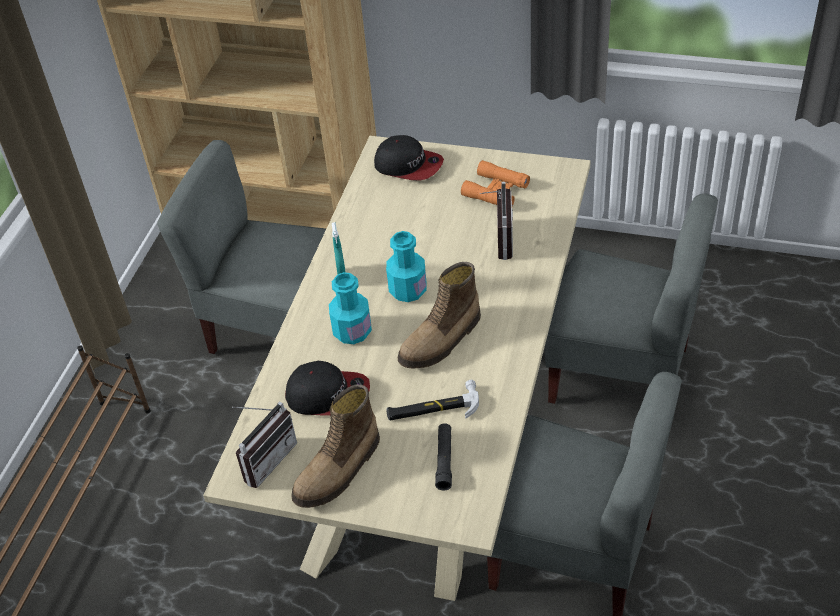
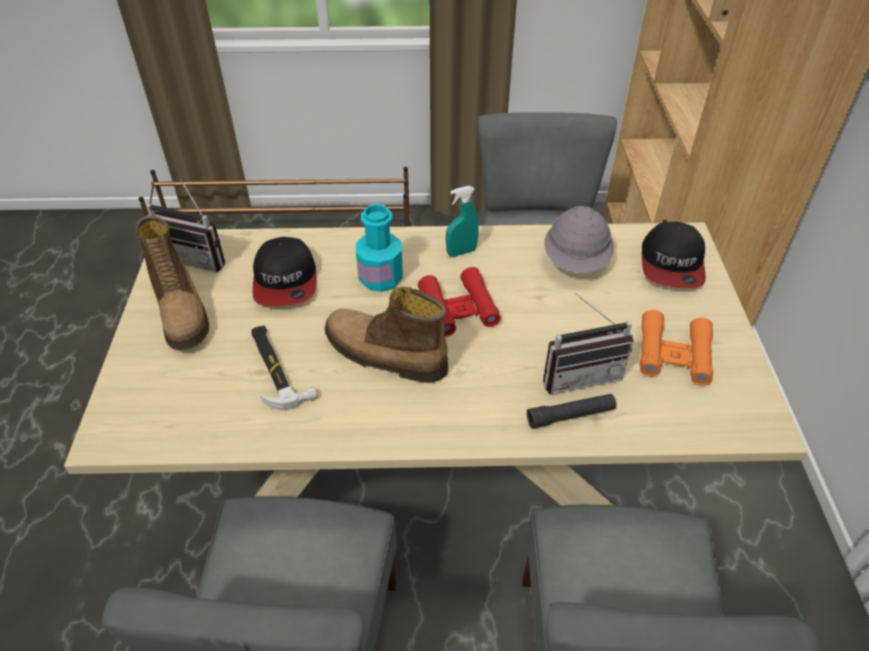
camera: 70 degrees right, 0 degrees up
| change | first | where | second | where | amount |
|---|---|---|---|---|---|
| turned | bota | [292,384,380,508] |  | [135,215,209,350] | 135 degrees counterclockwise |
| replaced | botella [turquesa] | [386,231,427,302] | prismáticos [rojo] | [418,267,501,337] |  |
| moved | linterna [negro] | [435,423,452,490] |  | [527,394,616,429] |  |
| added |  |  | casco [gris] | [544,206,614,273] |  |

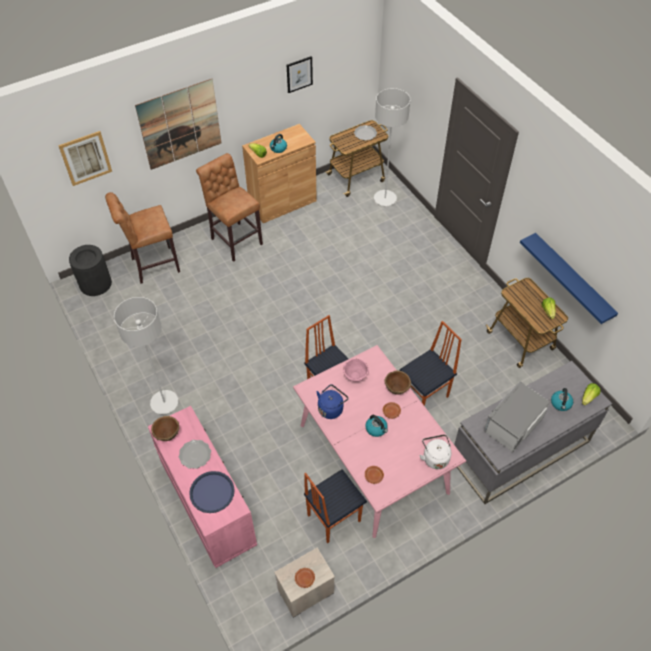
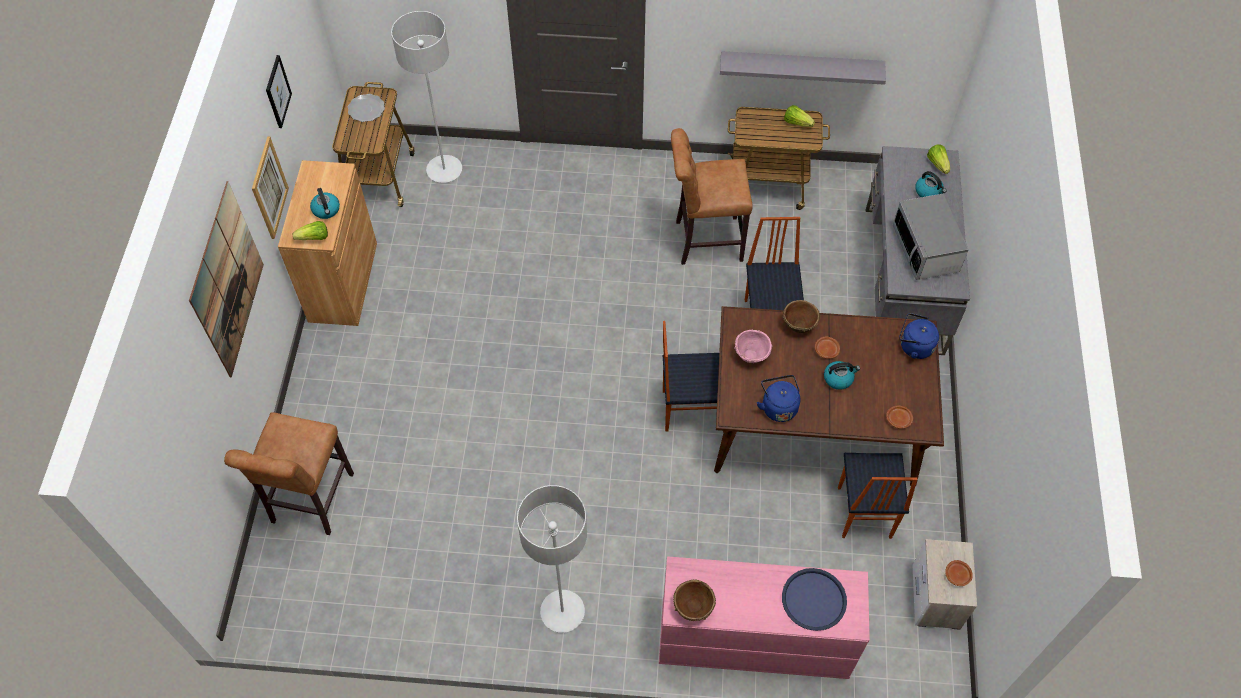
camera: 55 degrees left, 5 degrees up
| change | first | where | second | where | amount |
|---|---|---|---|---|---|
| moved | cuadro | [58,131,112,186] |  | [252,136,289,239] |  |
| removed | papelera [negro] | [69,245,112,296] |  |  |  |
| removed | plato | [179,440,211,469] |  |  |  |
| moved | taburete [marrón] | [196,153,263,262] |  | [671,128,753,265] |  |
| recoloured | mesa de comedor [rosa] | [293,345,466,538] | mesa de comedor [marrón] | [714,306,944,487] |  |
| recoloured | hervidor [blanco] | [419,434,451,469] | hervidor [azul] | [899,313,939,359] |  |
| recoloured | estante [azul] | [520,233,618,324] | estante [gris] | [720,51,886,85] |  |

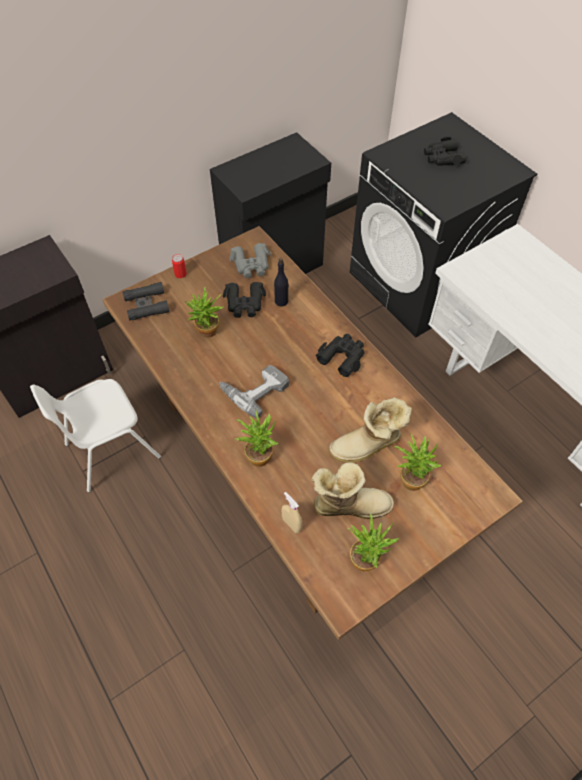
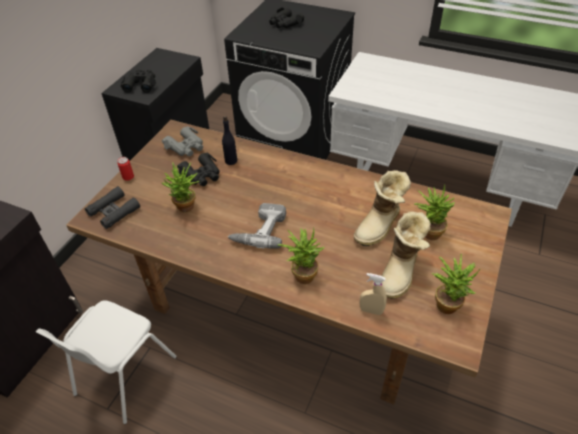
camera: 30 degrees left, 10 degrees down
| change | first | where | second | where | amount |
|---|---|---|---|---|---|
| turned | bota | [311,462,394,519] |  | [381,212,431,299] | 150 degrees clockwise |
| moved | prismáticos [negro] | [316,334,364,377] |  | [121,69,156,93] |  |

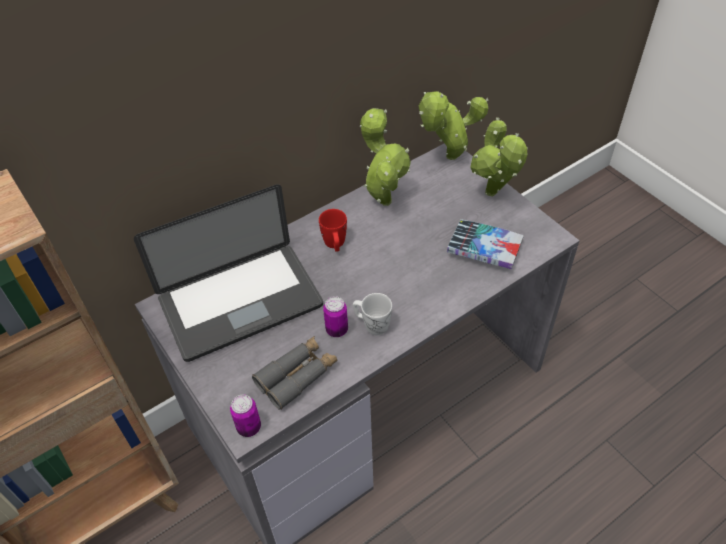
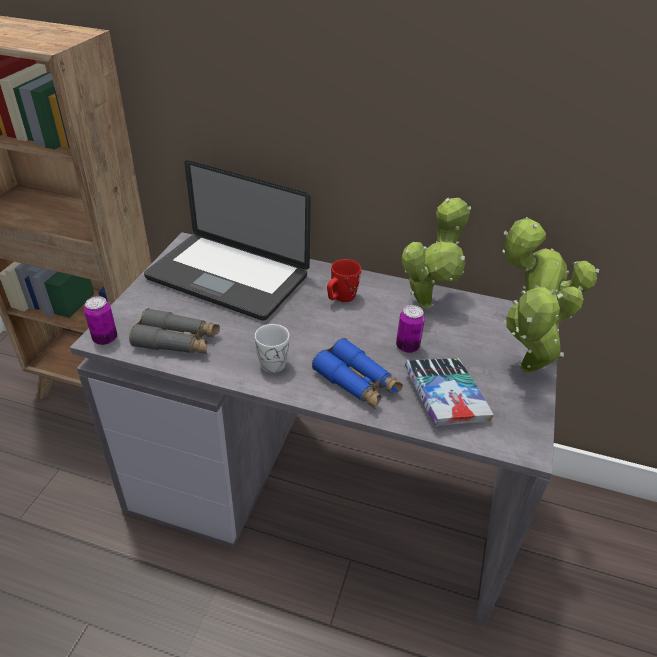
camera: 50 degrees right, 10 degrees down
| change | first | where | second | where | amount |
|---|---|---|---|---|---|
| moved | lata | [323,296,348,337] |  | [396,305,425,353] |  |
| added |  |  | prismáticos [azul] | [312,338,403,409] |  |

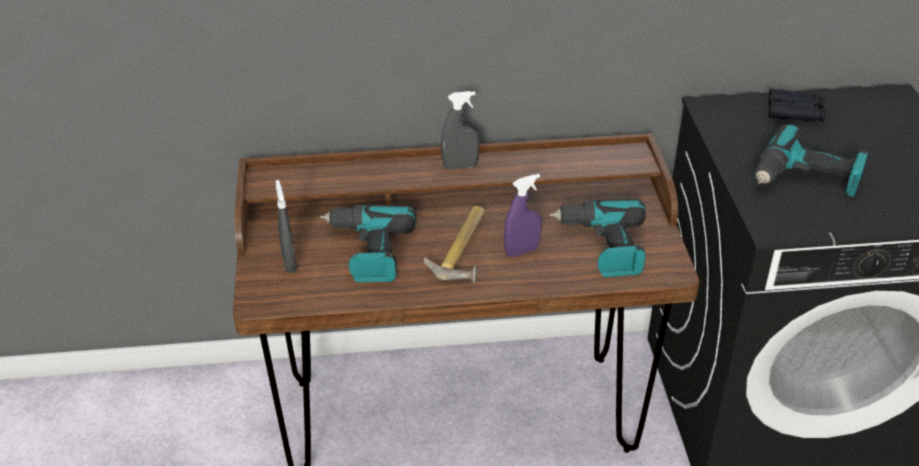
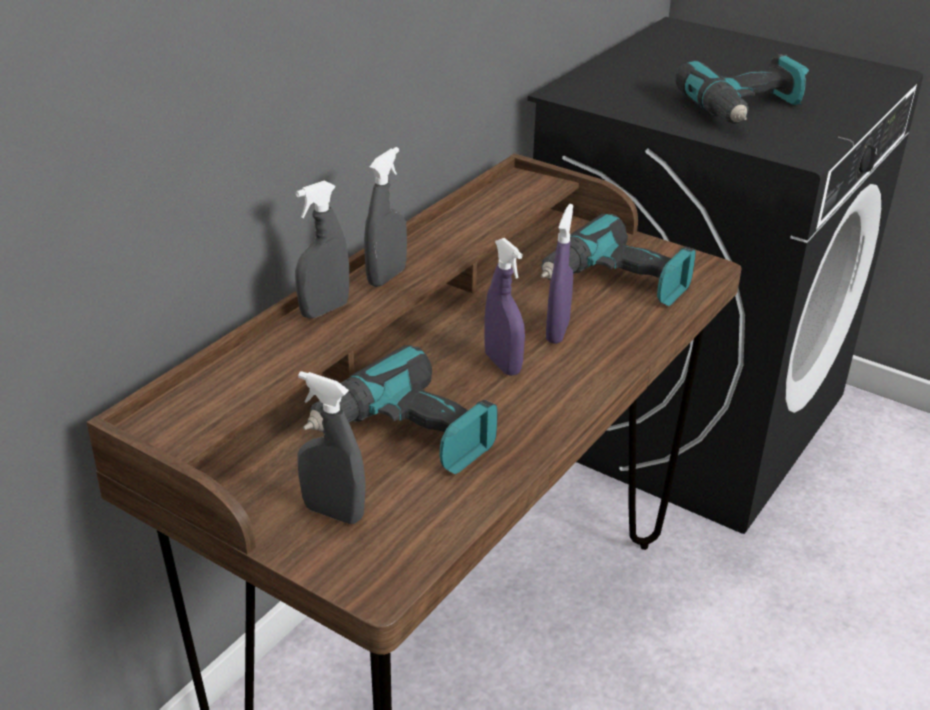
camera: 50 degrees left, 5 degrees down
| change | first | where | second | where | amount |
|---|---|---|---|---|---|
| replaced | martillo | [424,206,485,284] | pulverizador [morado] | [484,238,525,376] |  |
| removed | prismáticos [negro] | [768,88,826,122] |  |  |  |
| added |  |  | pulverizador [gris] | [295,181,349,318] |  |

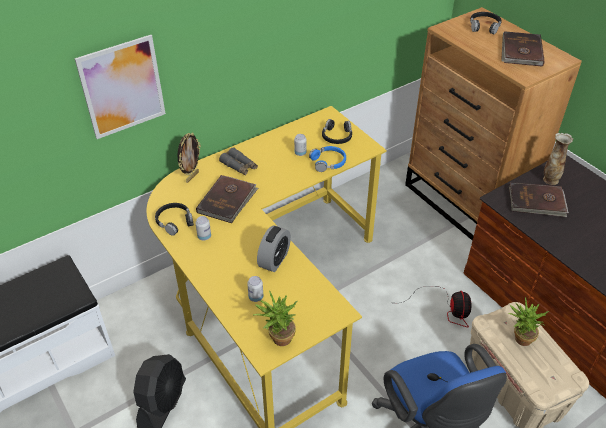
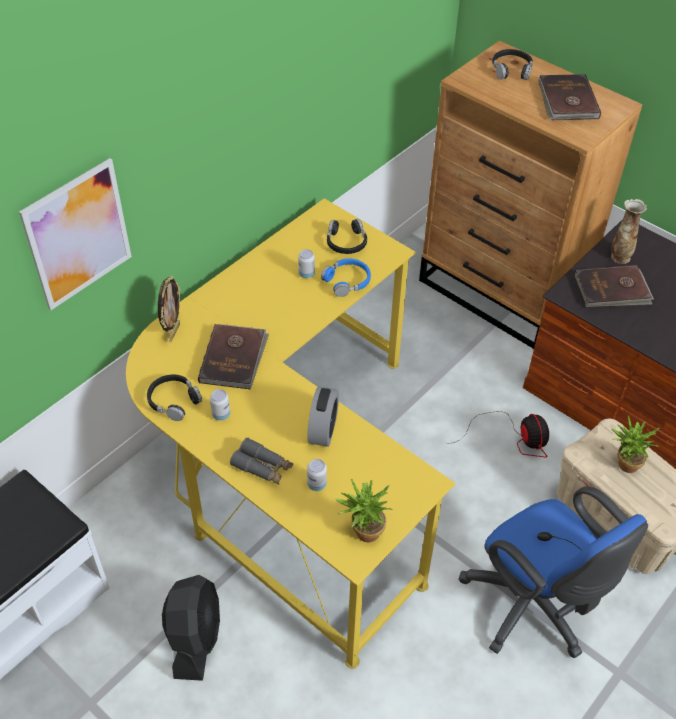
camera: 15 degrees left, 5 degrees up
| change | first | where | second | where | amount |
|---|---|---|---|---|---|
| moved | prismáticos [gris] | [219,147,258,176] |  | [230,438,293,485] |  |

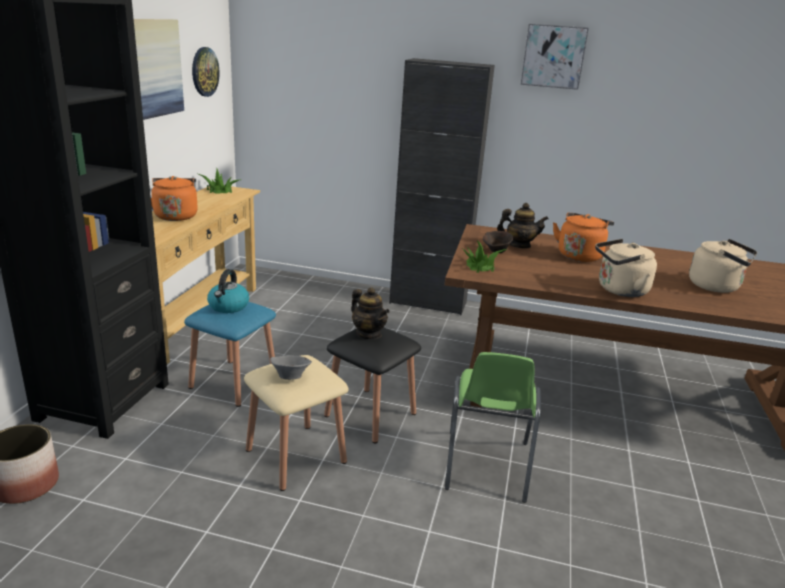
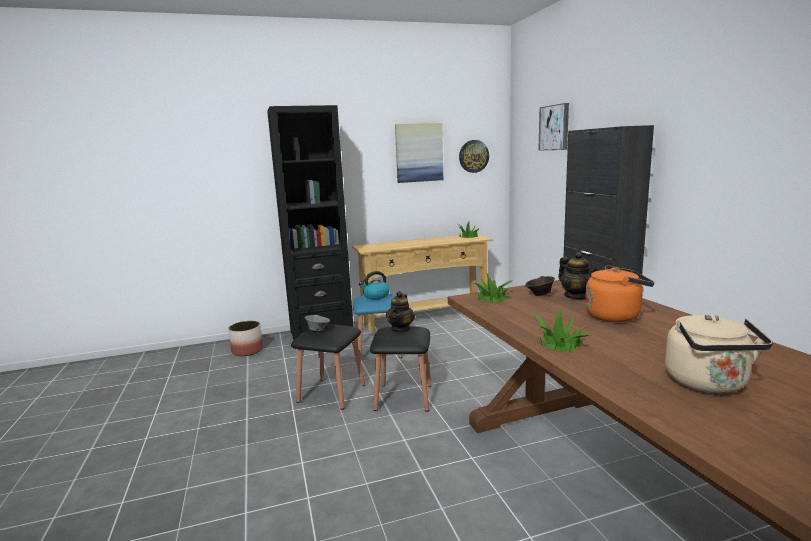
camera: 60 degrees right, 10 degrees down
| change | first | where | second | where | amount |
|---|---|---|---|---|---|
| removed | hervidor [naranja] | [151,176,198,221] |  |  |  |
| recoloured | taburete [beis] | [244,355,348,491] | taburete [negro] | [291,324,365,410] |  |
| removed | silla [verde] | [445,352,541,503] |  |  |  |
| moved | cuadro | [521,24,589,90] |  | [538,103,569,151] |  |
| replaced | hervidor [beis] | [595,239,657,297] | planta en maceta | [529,309,592,353] |  |

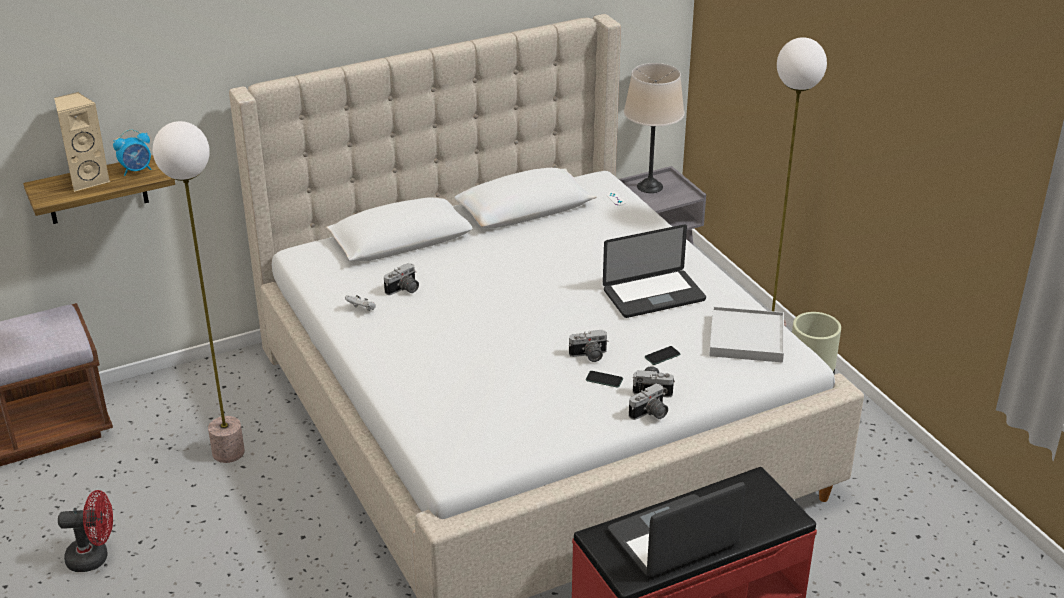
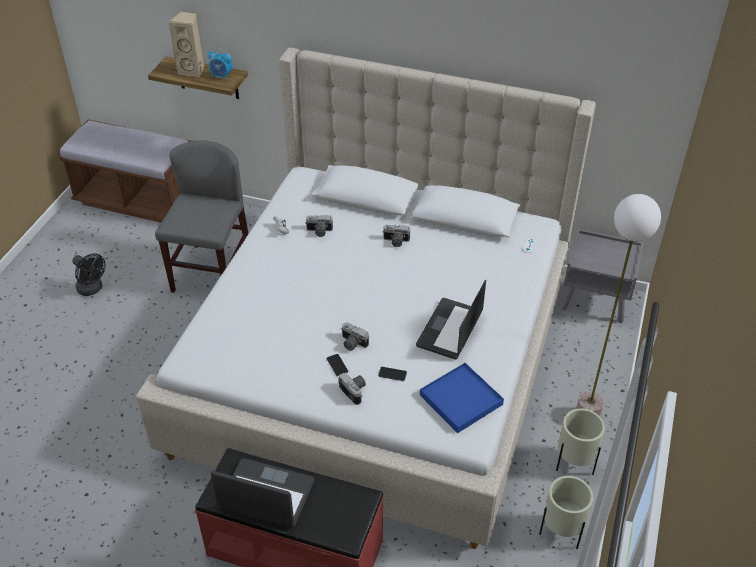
camera: 45 degrees right, 10 degrees up
| change | first | where | second | where | amount |
|---|---|---|---|---|---|
| recoloured | ventilador [rojo] | [58,490,113,572] | ventilador [negro] | [72,253,106,296] |  |
| replaced | lámpara de pie | [153,121,245,463] | silla [gris] | [155,140,249,293] |  |
| turned | portátil | [603,225,706,318] |  | [416,279,486,359] | 90 degrees clockwise |
| removed | lámpara de mesa [beis] | [624,63,684,193] |  |  |  |
| moved | cámara | [629,383,668,420] |  | [383,225,410,247] |  |
| recoloured | bandeja [blanco] | [709,306,784,363] | bandeja [azul] | [420,363,504,433] |  |
| added |  |  | maceta [beis] | [539,476,593,549] |  |

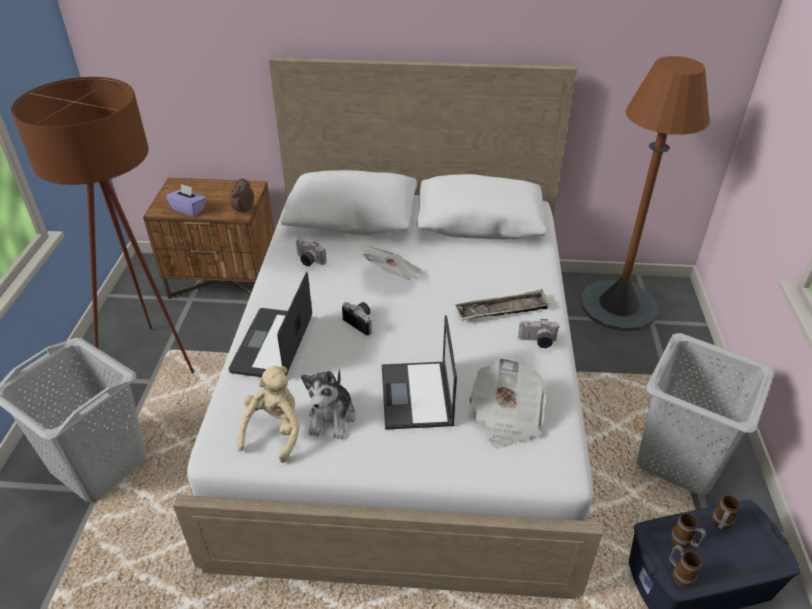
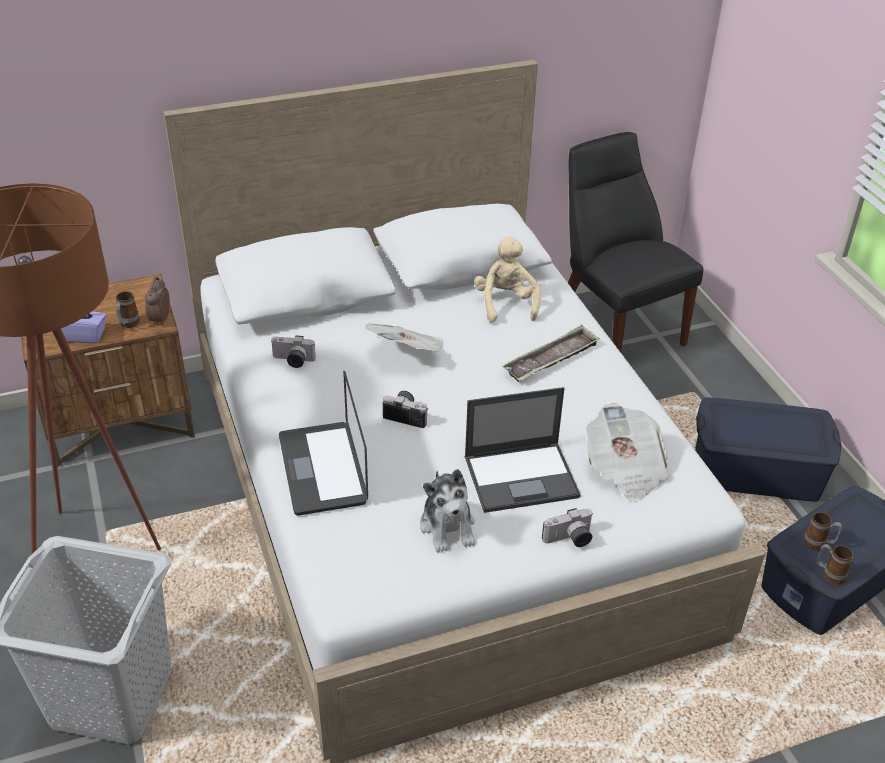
camera: 25 degrees left, 0 degrees up
| change | first | where | second | where | amount |
|---|---|---|---|---|---|
| moved | peluche [beis] | [237,366,300,463] |  | [474,237,541,322] |  |
| turned | portátil | [382,315,457,430] |  | [464,387,581,513] | 75 degrees counterclockwise |
| moved | cámara | [518,319,560,348] |  | [542,508,593,547] |  |
| replaced | lámpara de pie [marrón] | [581,56,710,331] | silla [negro] | [568,132,704,352] |  |
| replaced | cesto de la ropa [gris] | [637,333,775,496] | caja de almacenaje [azul] | [695,397,842,502] |  |
| moved | taza grande | [712,495,741,530] |  | [116,291,140,328] |  |

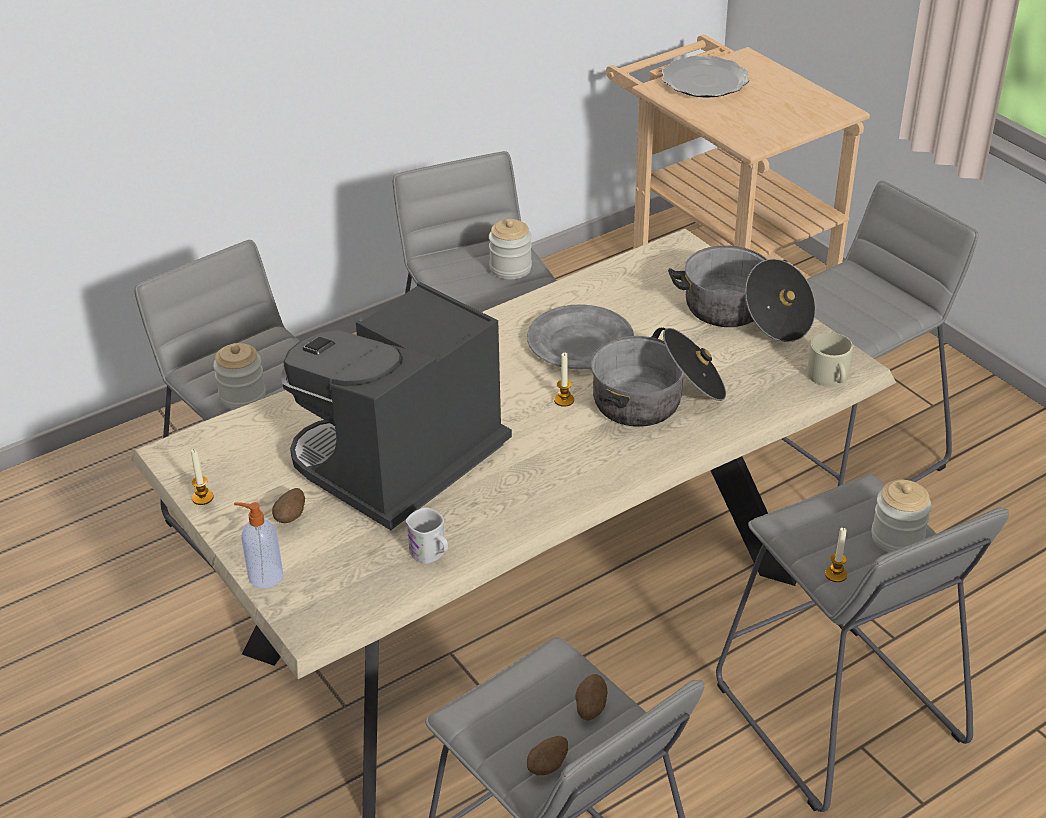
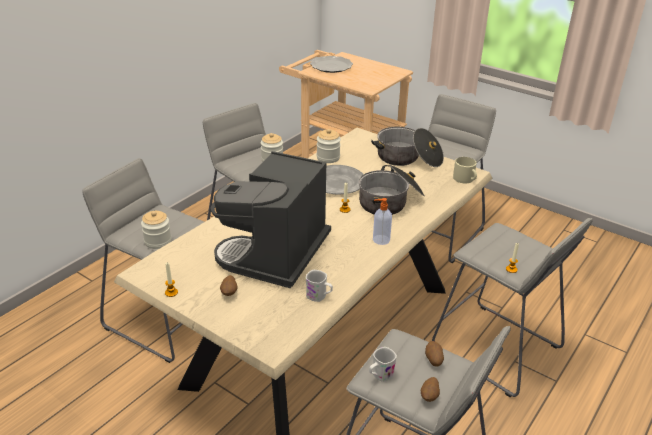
camera: 20 degrees left, 5 degrees down
| change | first | where | second | where | amount |
|---|---|---|---|---|---|
| moved | dispensador de jabón | [234,502,283,588] |  | [373,198,392,245] |  |
| moved | tarro | [871,480,932,552] |  | [317,129,341,163] |  |
| added |  |  | taza grande [blanco] | [369,347,397,382] |  |

